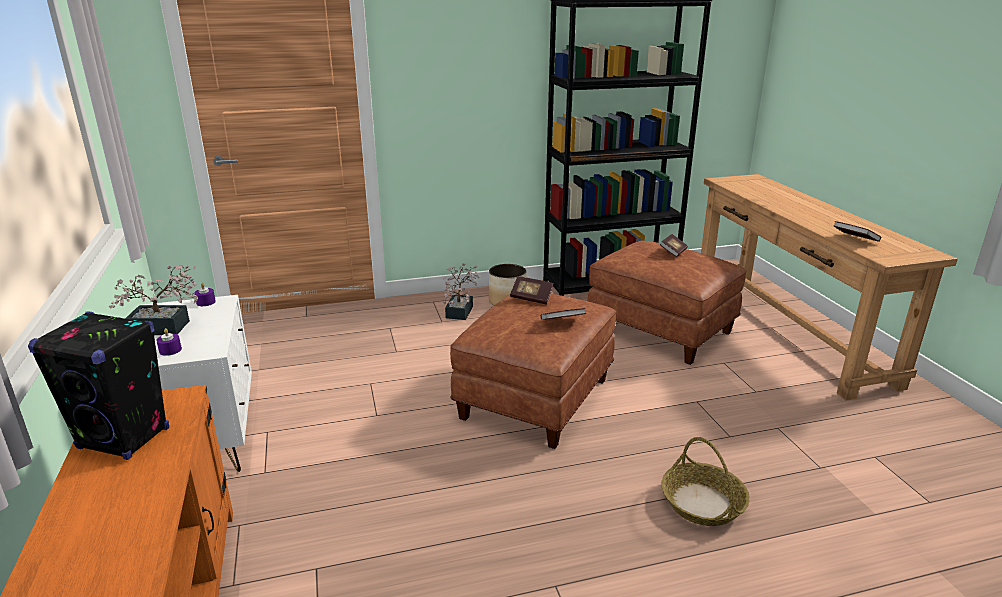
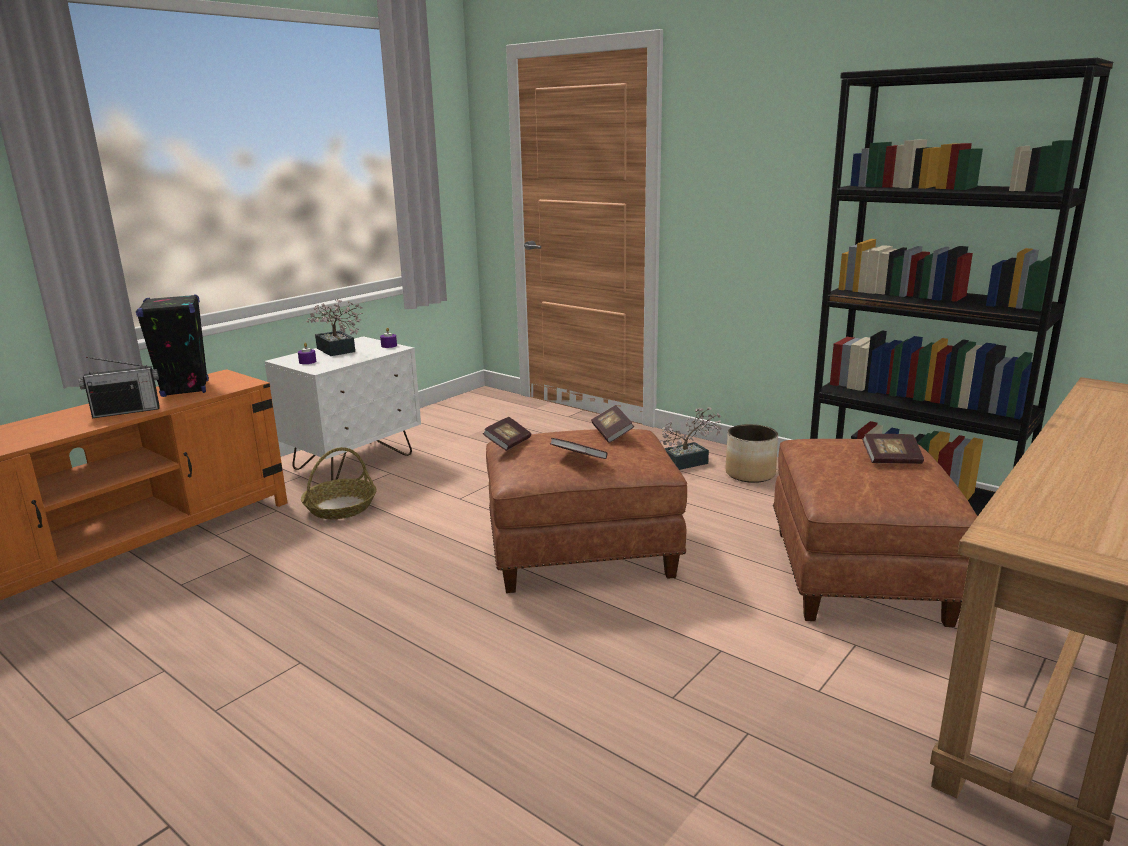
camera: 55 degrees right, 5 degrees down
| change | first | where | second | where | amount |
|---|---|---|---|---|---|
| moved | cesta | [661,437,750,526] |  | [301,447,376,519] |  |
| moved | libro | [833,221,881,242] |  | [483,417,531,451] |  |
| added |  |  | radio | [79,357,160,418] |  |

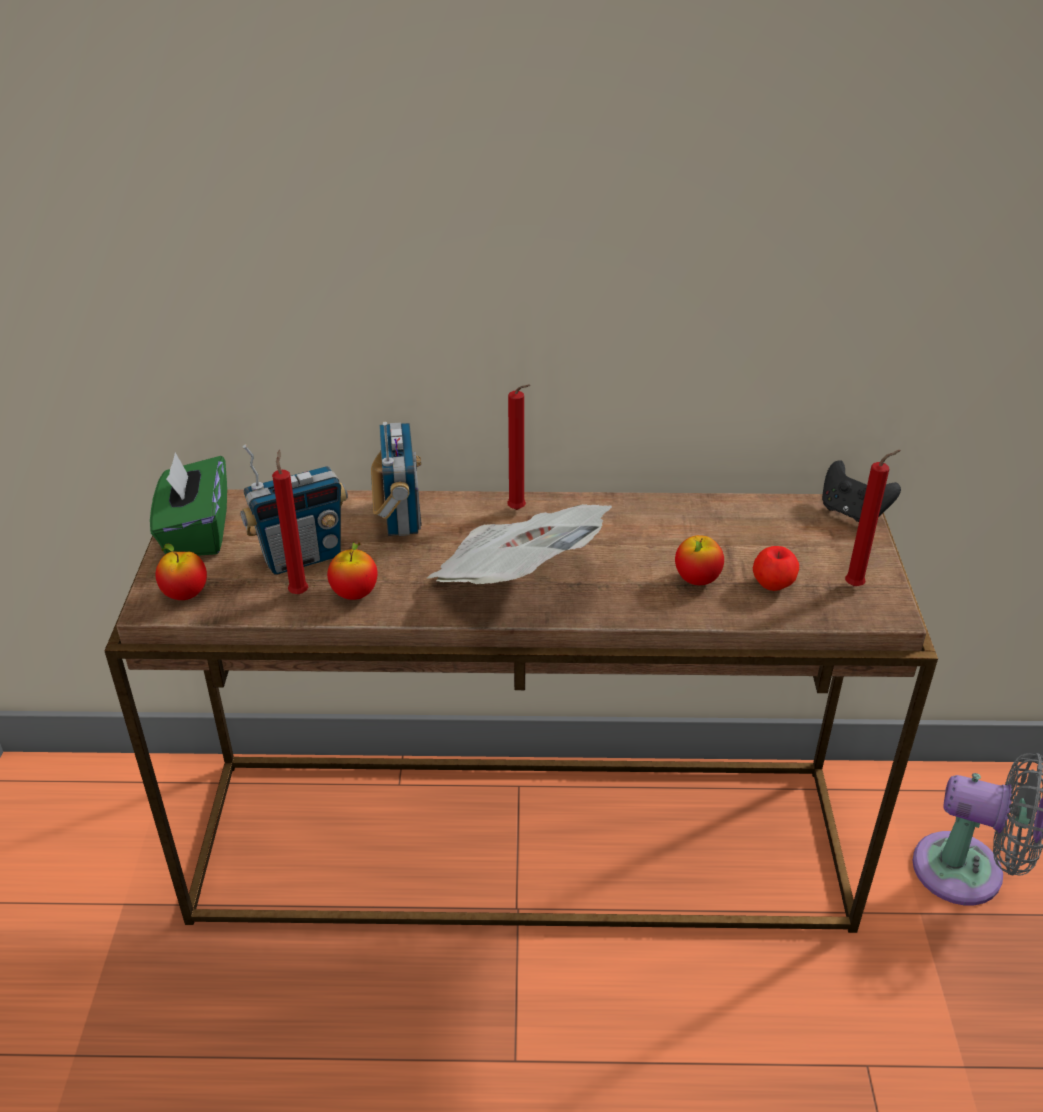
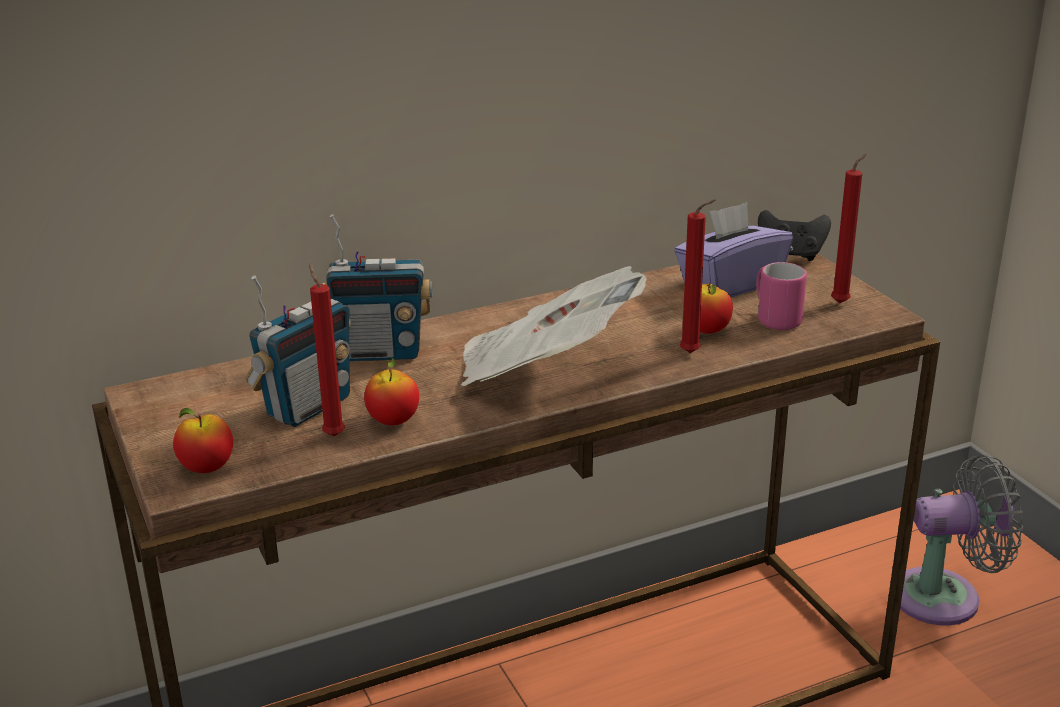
camera: 25 degrees left, 10 degrees down
| change | first | where | second | where | amount |
|---|---|---|---|---|---|
| removed | caja de pañuelos [verde] | [150,453,227,556] |  |  |  |
| turned | radio | [371,422,422,536] |  | [323,214,432,361] | 120 degrees clockwise |
| moved | vela [rojo] | [507,384,531,510] |  | [680,199,716,353] |  |
| replaced | manzana | [753,546,799,591] | taza grande [rosa] | [756,262,807,330] |  |
| added |  |  | caja de pañuelos [morado] | [674,202,793,298] |  |

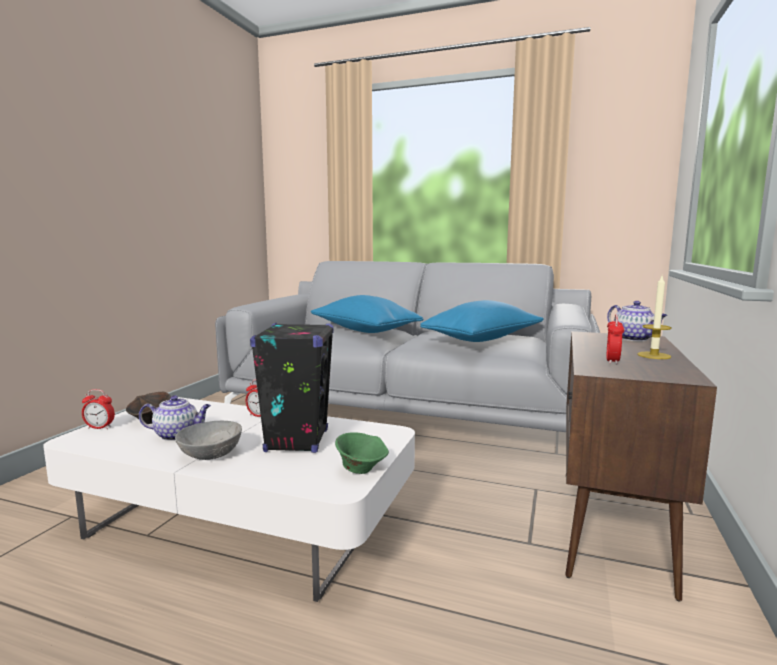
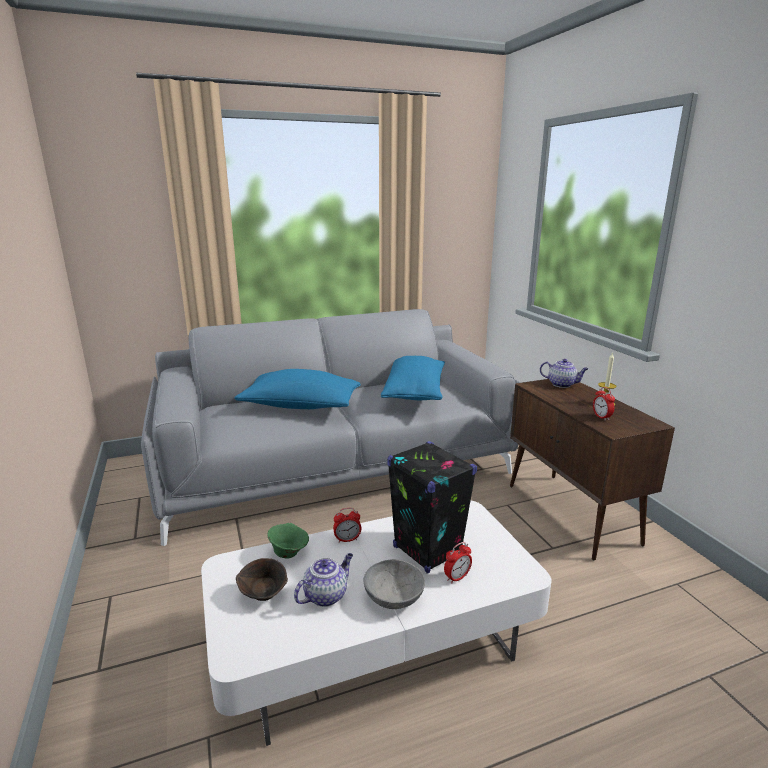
camera: 40 degrees left, 10 degrees up
| change | first | where | second | where | amount |
|---|---|---|---|---|---|
| moved | despertador | [82,389,115,429] |  | [444,542,472,584] |  |
| moved | cuenco [verde] | [335,432,389,474] |  | [267,523,309,559] |  |

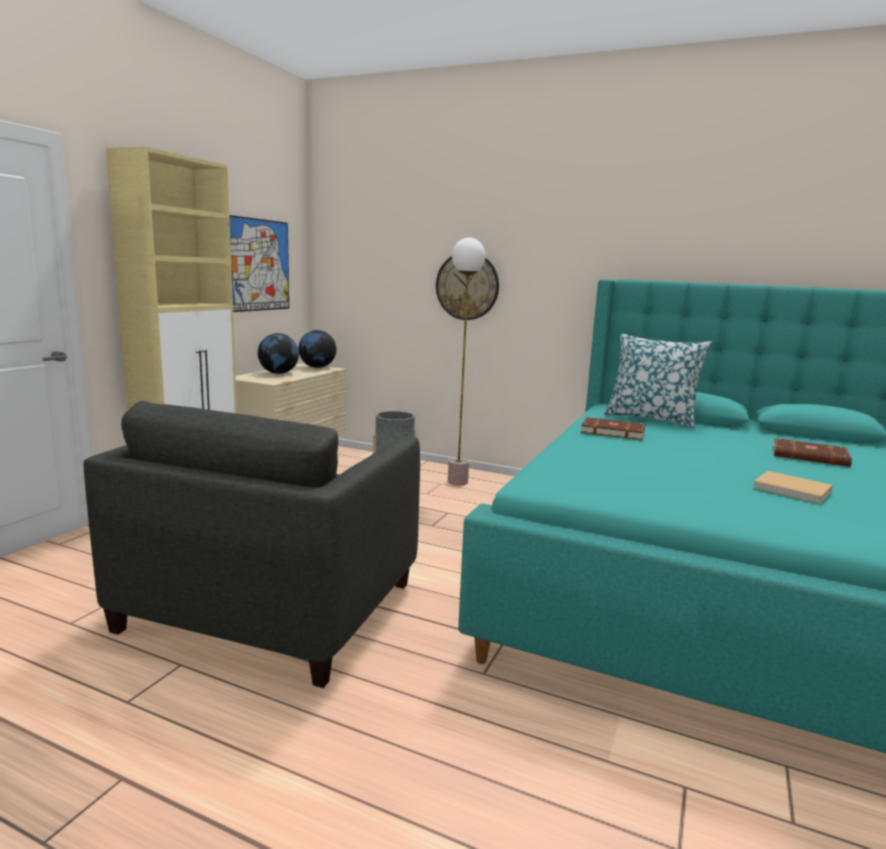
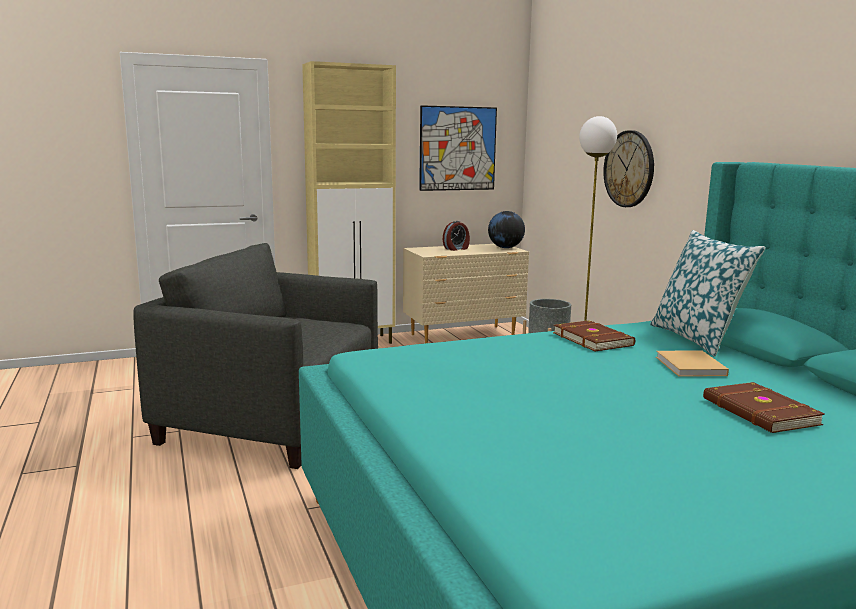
camera: 45 degrees right, 0 degrees up
| change | first | where | second | where | amount |
|---|---|---|---|---|---|
| turned | sillón [gris] | [84,401,420,688] |  | [133,243,378,469] | 45 degrees clockwise |
| replaced | globo terráqueo | [258,333,299,374] | despertador | [443,221,470,251] |  |
| moved | libro [beis] | [752,471,833,504] |  | [656,351,729,377] |  |

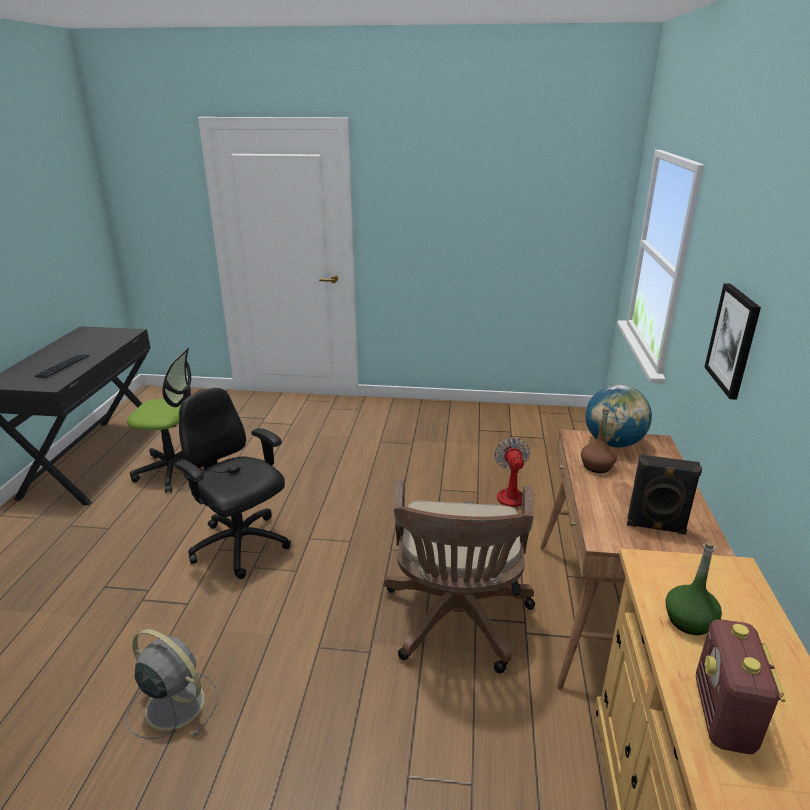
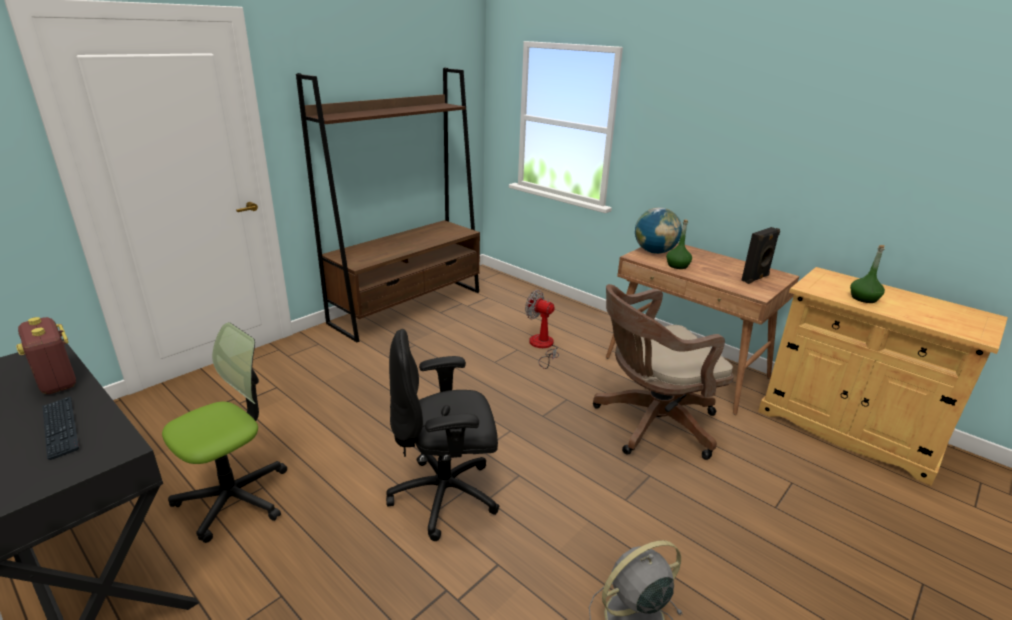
camera: 55 degrees left, 0 degrees up
| change | first | where | second | where | amount |
|---|---|---|---|---|---|
| turned | silla de oficina [marrón] | [384,479,535,673] |  | [593,284,734,460] | 120 degrees clockwise |
| recoloured | botella [marrón] | [581,407,617,473] | botella [verde] | [666,219,692,269] |  |
| moved | radio | [696,619,785,754] |  | [16,317,76,394] |  |
| removed | cuadro | [704,283,761,400] |  |  |  |
| added |  |  | estantería [marrón] | [296,68,480,342] |  |

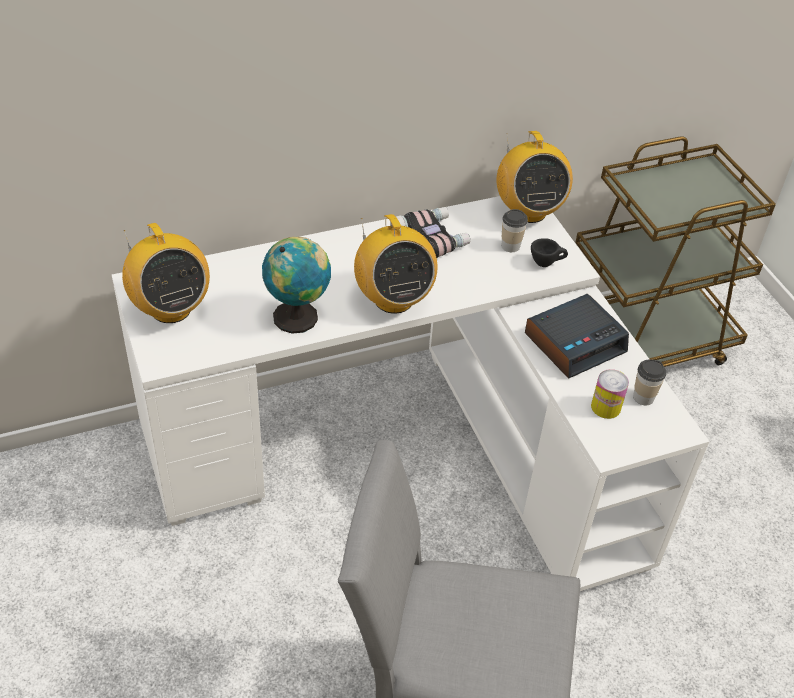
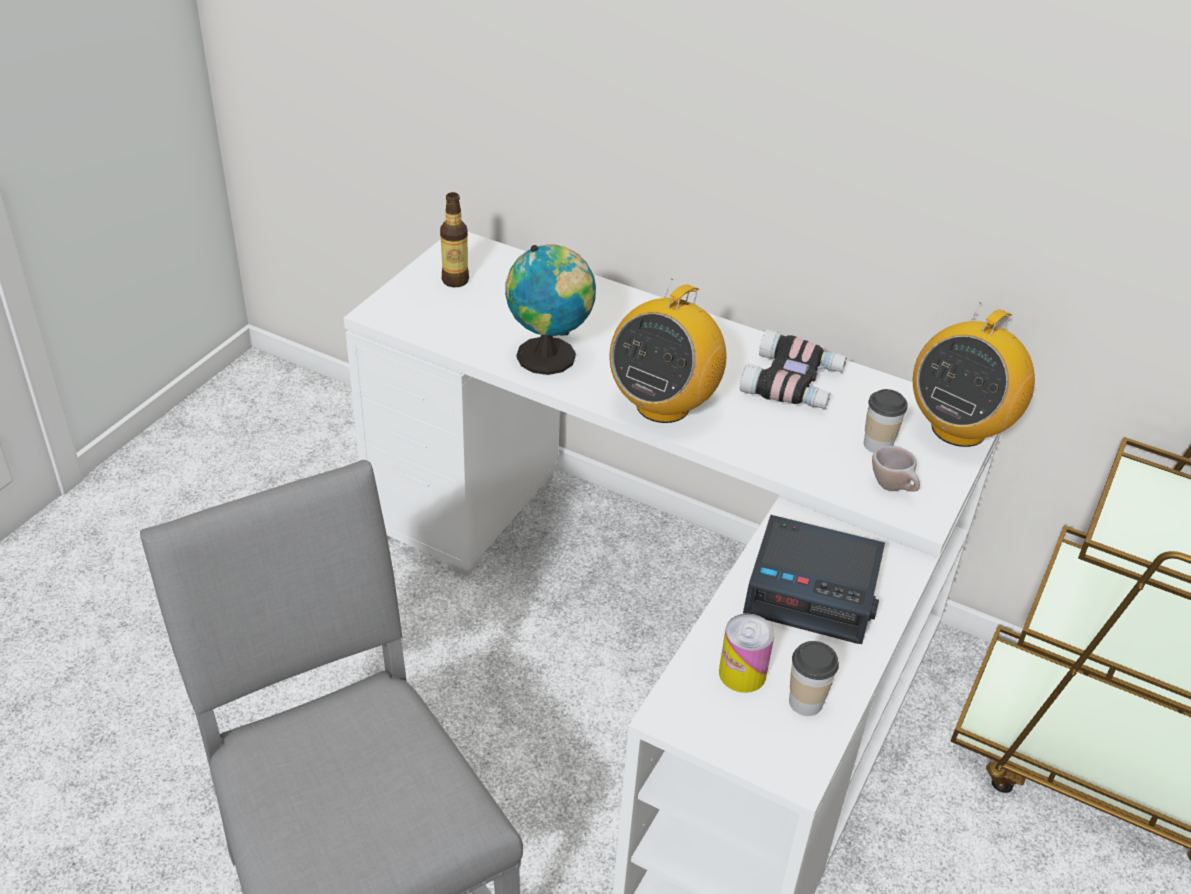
camera: 50 degrees right, 5 degrees down
| change | first | where | second | where | amount |
|---|---|---|---|---|---|
| replaced | radio | [122,223,210,323] | botella | [440,192,469,287] |  |
| recoloured | taza [negro] | [531,238,568,267] | taza [beis] | [872,446,920,492] |  |

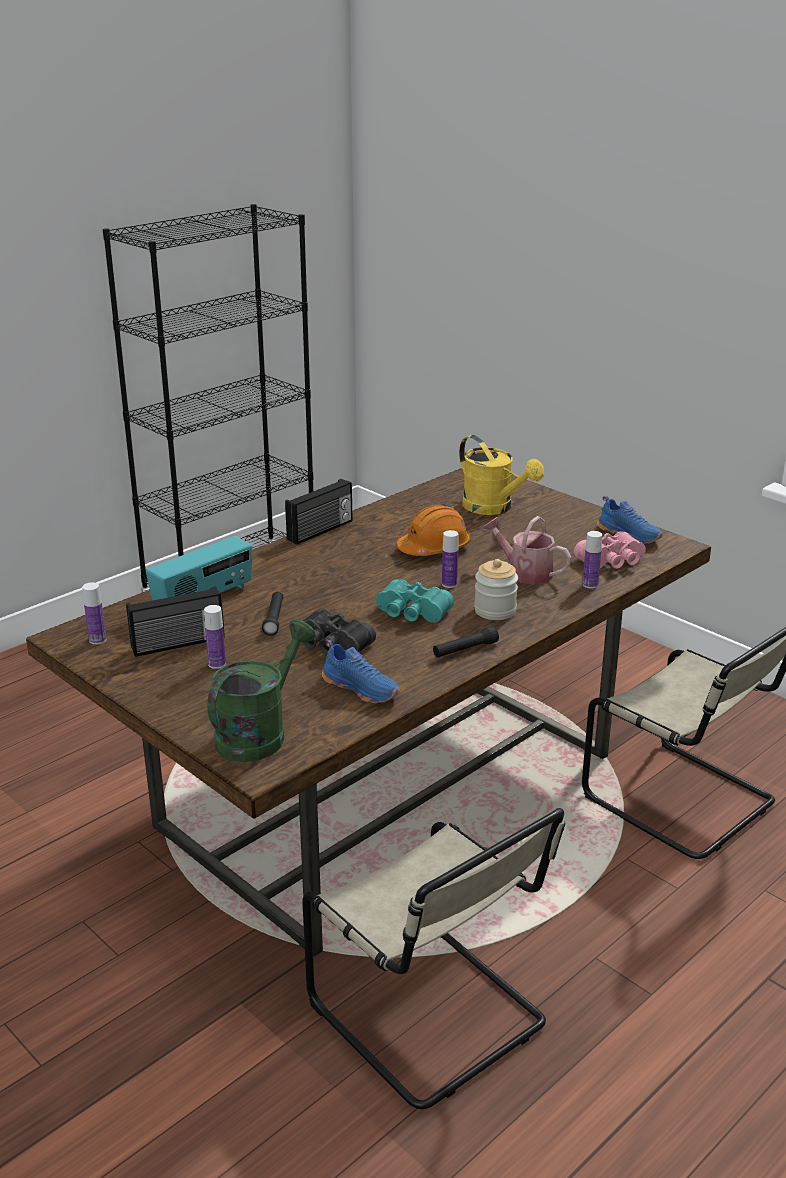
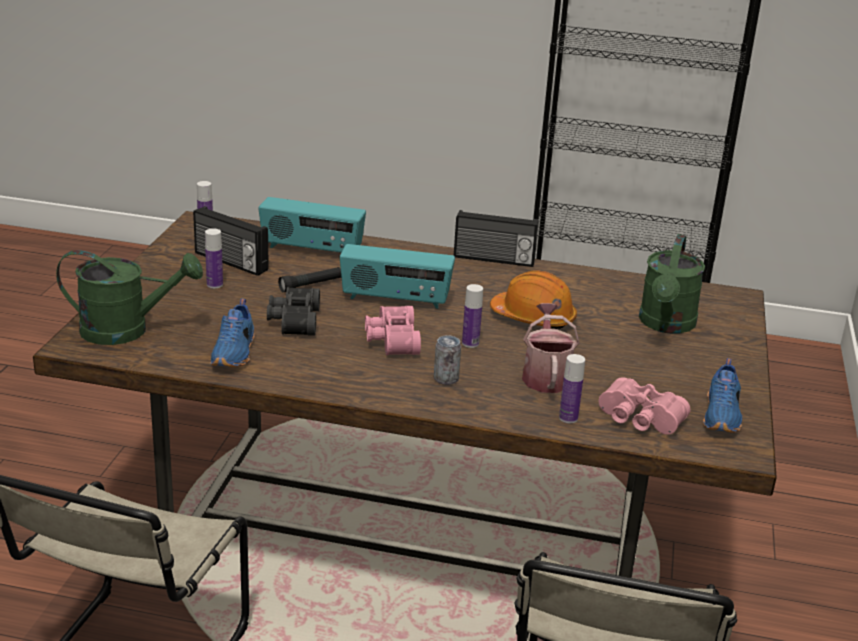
camera: 55 degrees right, 0 degrees up
| change | first | where | second | where | amount |
|---|---|---|---|---|---|
| recoloured | prismáticos [turquesa] | [376,579,454,623] | prismáticos [rosa] | [365,306,421,355] |  |
| removed | linterna [negro] | [433,626,499,658] |  |  |  |
| recoloured | regadera [amarillo] | [459,435,544,515] | regadera [verde] | [639,234,705,333] |  |
| replaced | tarro | [474,559,518,620] | lata | [434,335,461,385] |  |
| added |  |  | radio | [340,244,455,309] |  |

